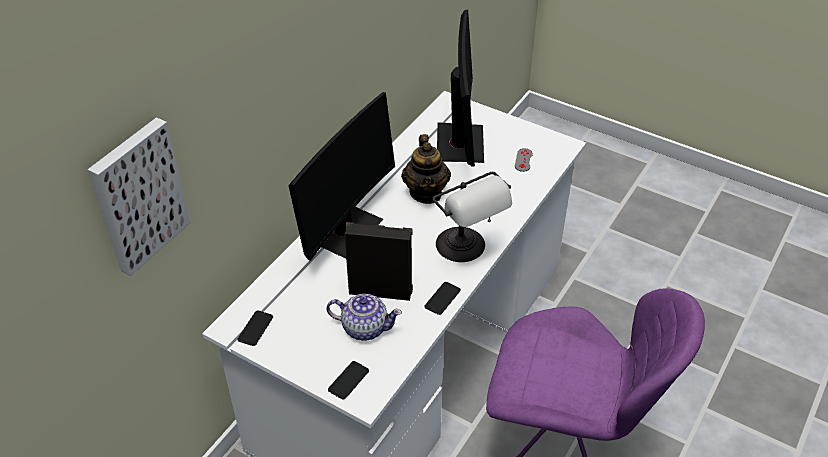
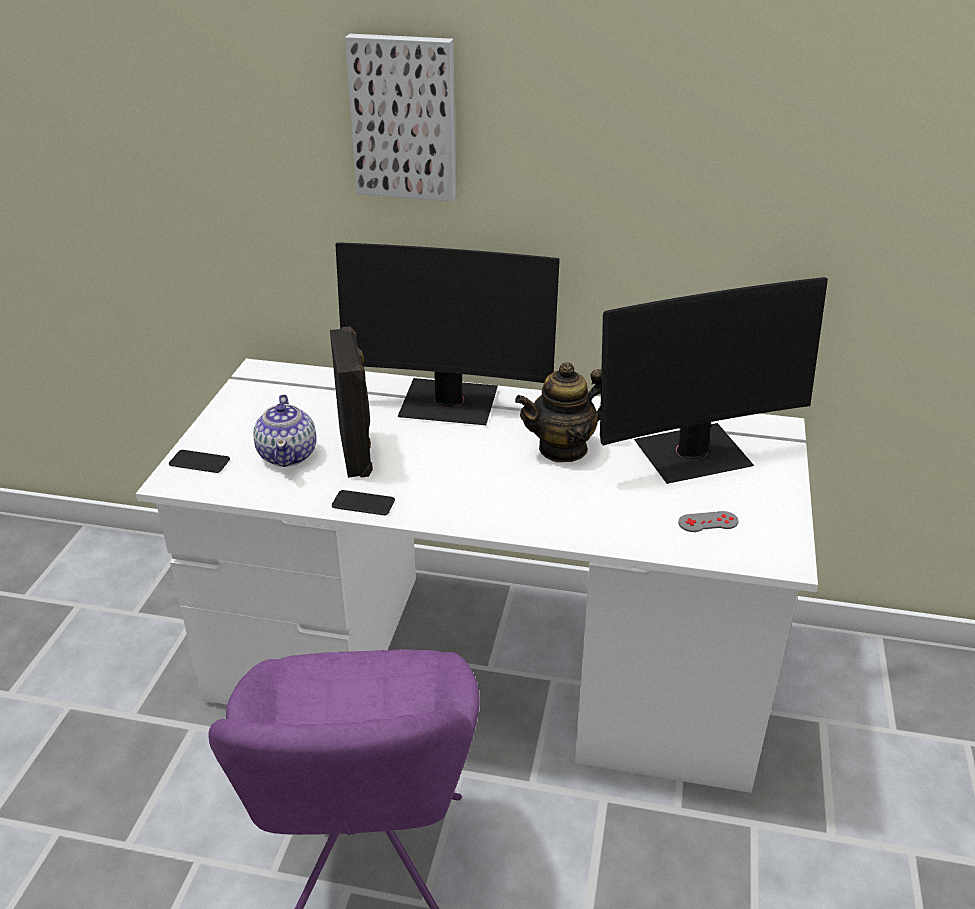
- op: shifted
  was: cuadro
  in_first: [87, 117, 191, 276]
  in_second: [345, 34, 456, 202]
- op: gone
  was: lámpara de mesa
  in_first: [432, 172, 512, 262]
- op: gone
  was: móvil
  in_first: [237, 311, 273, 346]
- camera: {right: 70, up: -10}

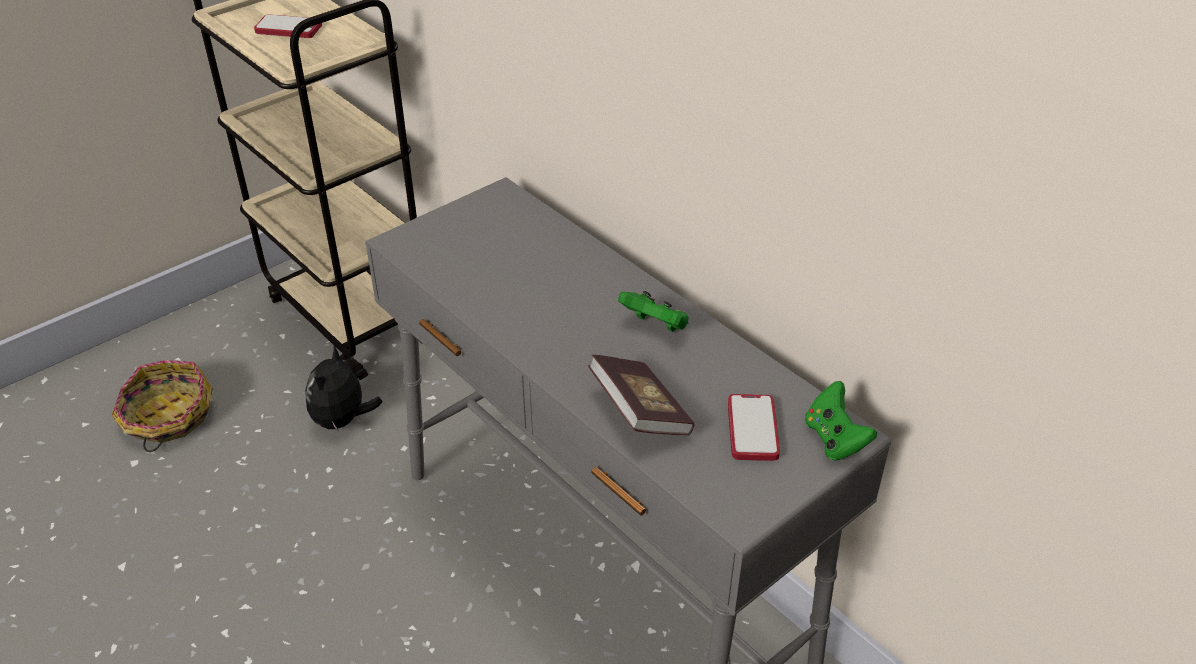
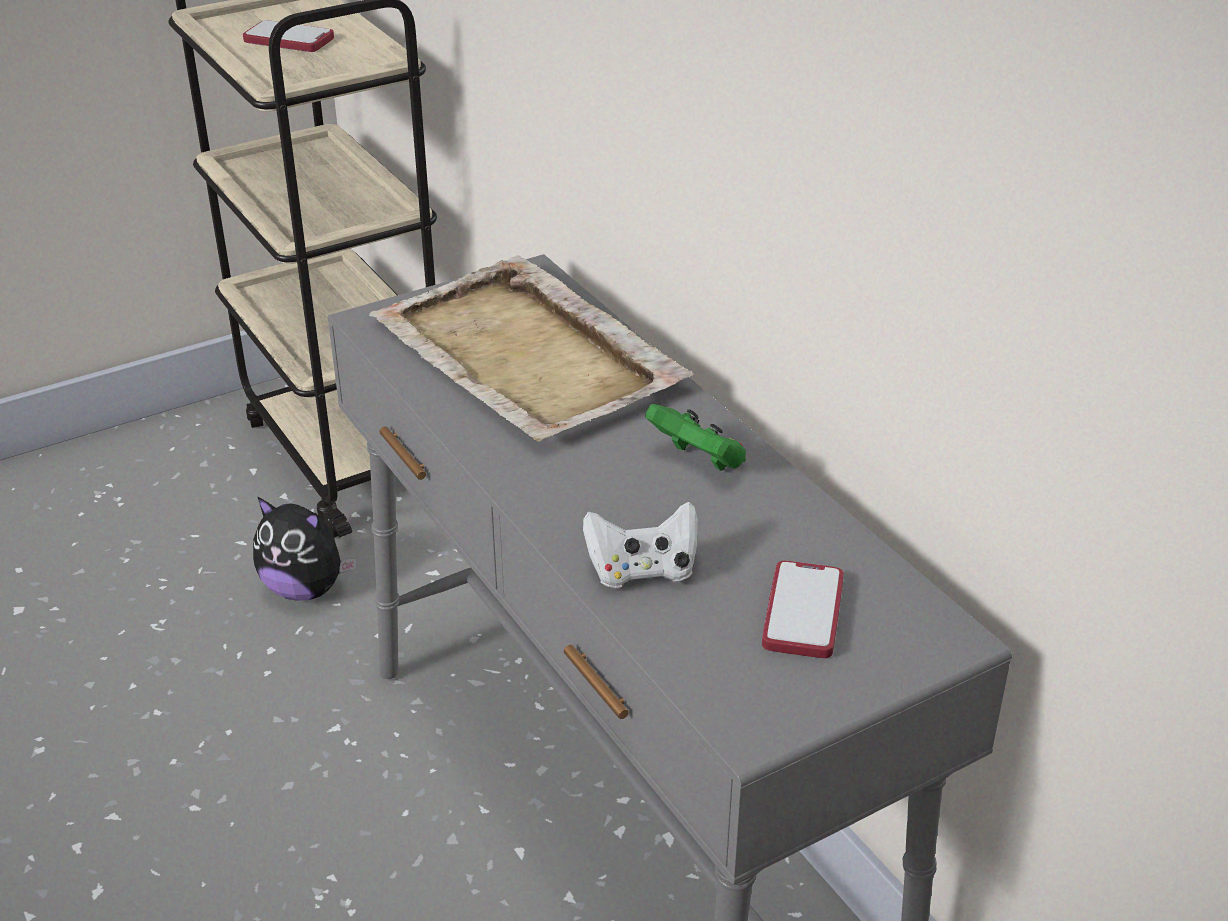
- op: rotated
  was: peluche
  in_first: [305, 345, 383, 434]
  in_second: [253, 496, 357, 601]
  clockwise: -90
- op: swapped
  was: libro
  now: mando de consola/blanco
  in_first: [588, 355, 694, 435]
  in_second: [583, 502, 698, 588]
- op: gone
  was: cesta
  in_first: [111, 360, 213, 452]
- op: gone
  was: mando de consola/verde
  in_first: [805, 381, 877, 461]
- op: new
  now: bandeja/beis
  in_second: [369, 255, 694, 442]
- camera: {right: 10, up: -5}

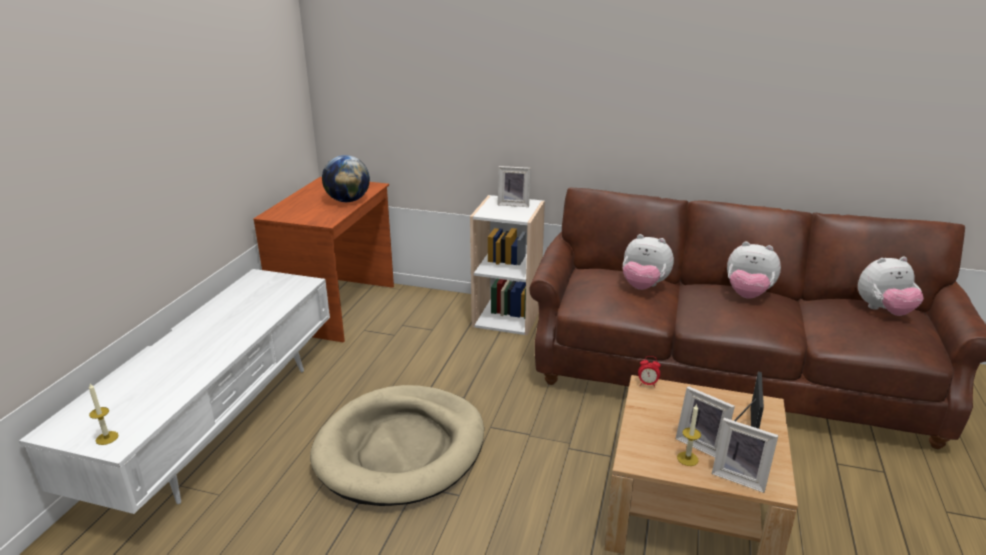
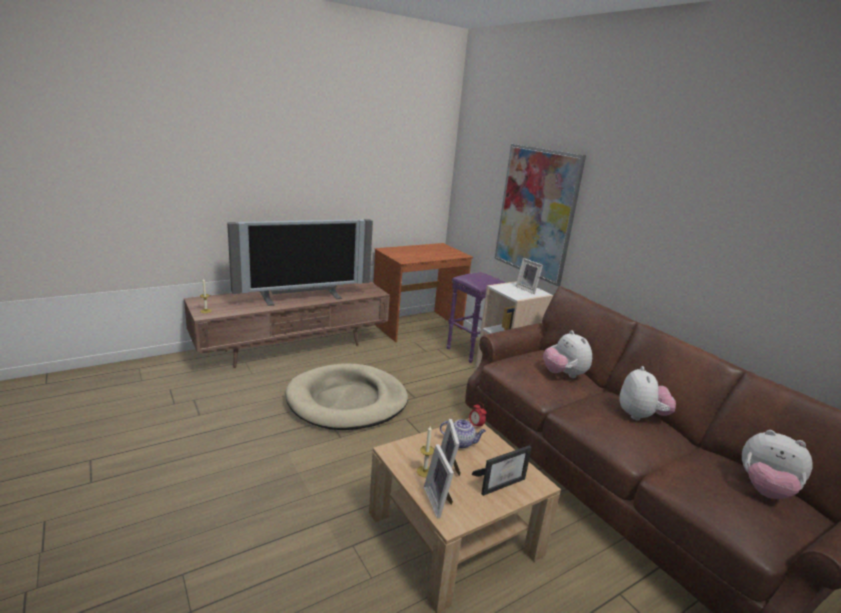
- op: gone
  was: globo terráqueo
  in_first: [322, 155, 370, 202]
- op: rotated
  was: peluche
  in_first: [727, 242, 781, 299]
  in_second: [619, 366, 676, 420]
  clockwise: -150
- op: repainted
  was: mueble de televisión/blanco
  now: mueble de televisión/marrón
  in_first: [19, 269, 330, 514]
  in_second: [184, 281, 390, 368]
- op: new
  now: cuadro
  in_second: [495, 144, 586, 286]
- op: new
  now: televisor
  in_second: [227, 219, 373, 306]
- op: new
  now: taburete/morado
  in_second: [447, 273, 506, 363]
- op: new
  now: tetera
  in_second: [440, 419, 486, 449]
- camera: {right: 40, up: -5}

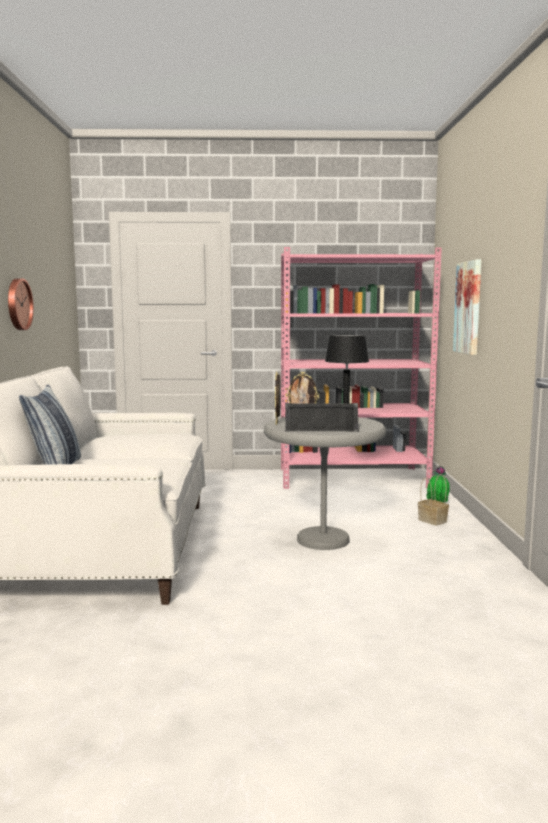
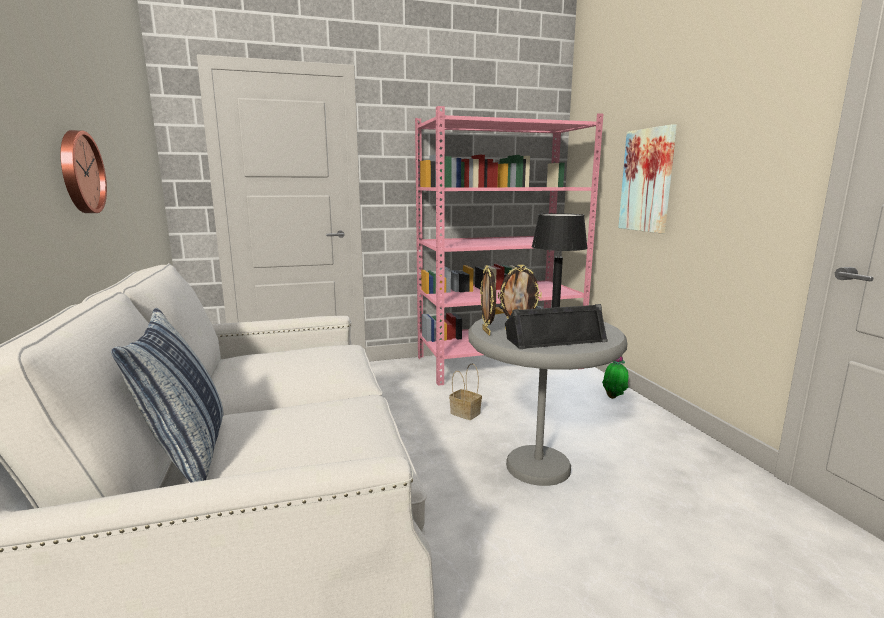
- op: shifted
  was: cesta
  in_first: [418, 474, 449, 526]
  in_second: [449, 363, 482, 420]
- camera: {right: -15, up: 5}

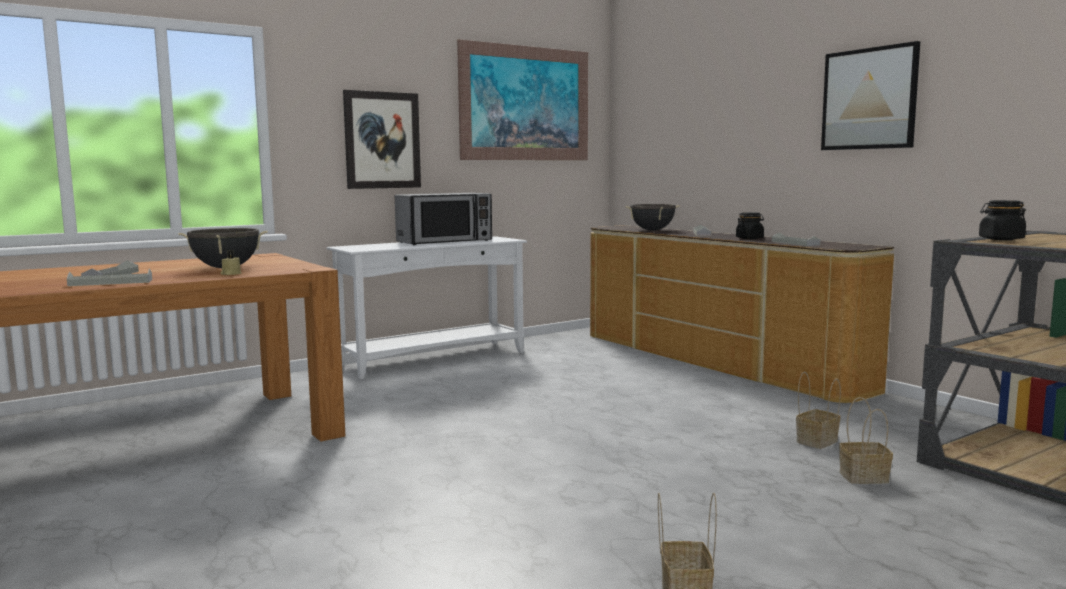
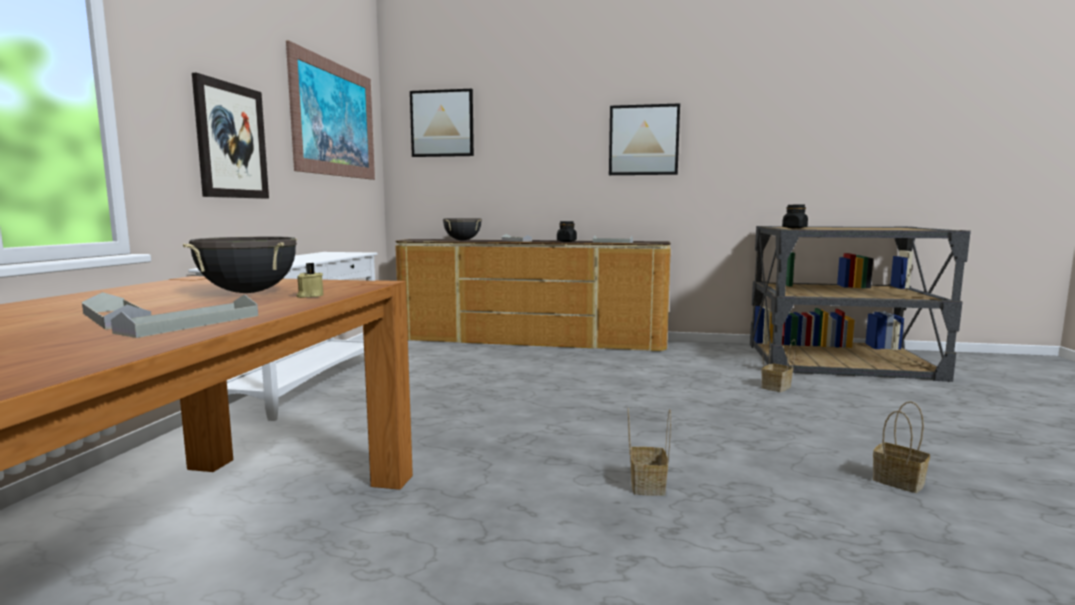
- op: gone
  was: microondas
  in_first: [395, 193, 492, 245]
- op: shifted
  was: cesta
  in_first: [796, 372, 841, 449]
  in_second: [628, 408, 671, 496]
- op: new
  now: cuadro
  in_second: [410, 89, 474, 157]
- camera: {right: -45, up: 0}

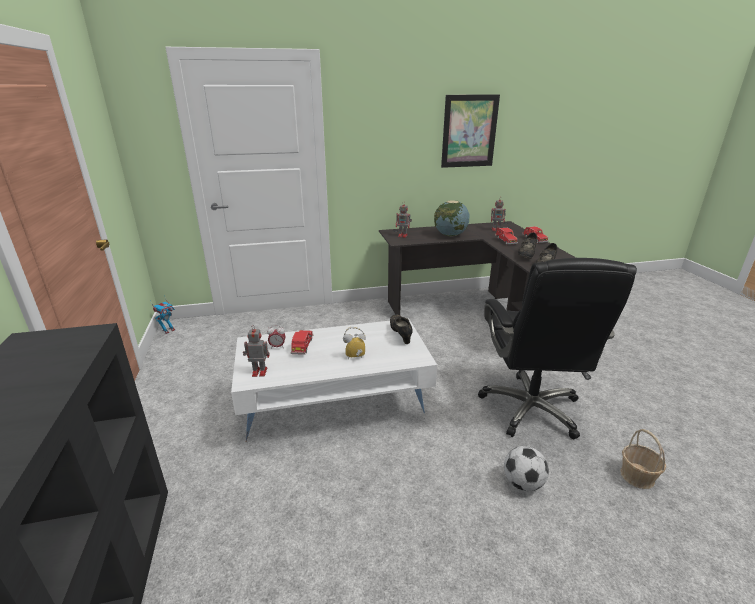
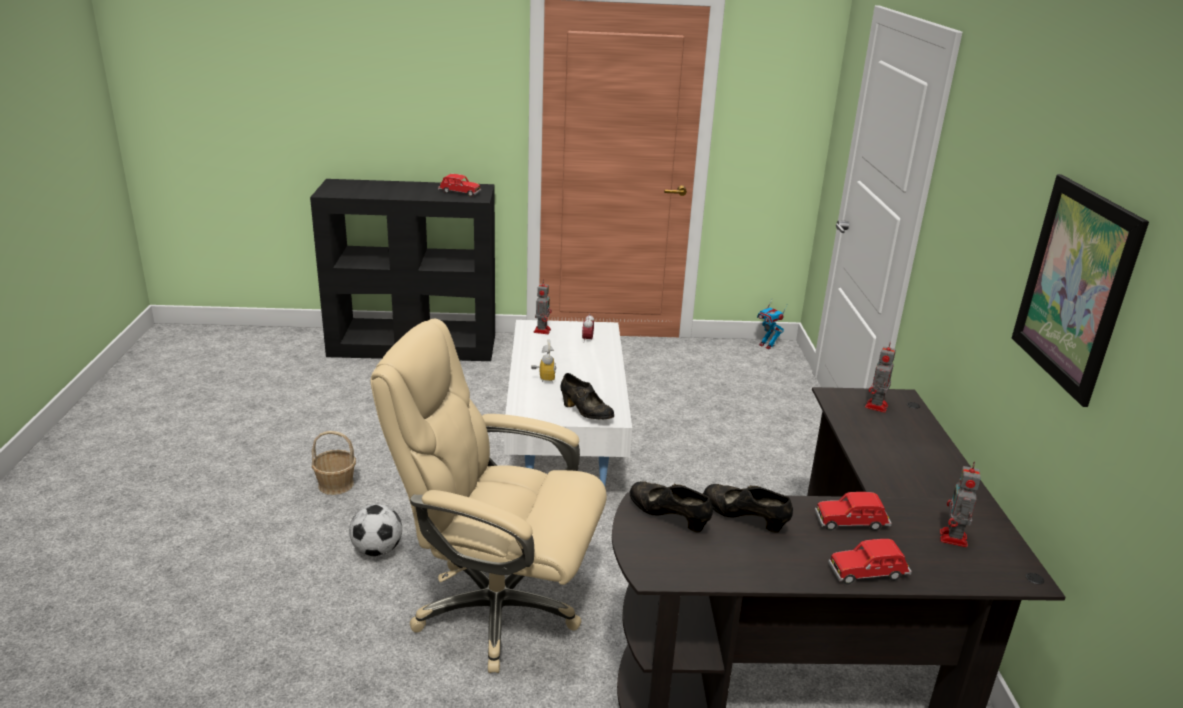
- op: gone
  was: globo terráqueo
  in_first: [434, 200, 470, 237]
- op: repainted
  was: silla de oficina/negro
  now: silla de oficina/beis
  in_first: [478, 258, 637, 439]
  in_second: [371, 319, 607, 673]
- op: rotated
  was: zapato/negro
  in_first: [390, 314, 413, 344]
  in_second: [560, 373, 614, 419]
  clockwise: 45
- op: shifted
  was: coche de juguete/rojo
  in_first: [291, 330, 314, 355]
  in_second: [438, 174, 481, 197]
- op: shifted
  was: cesta
  in_first: [620, 429, 666, 489]
  in_second: [312, 431, 356, 495]
- camera: {right: 100, up: 0}

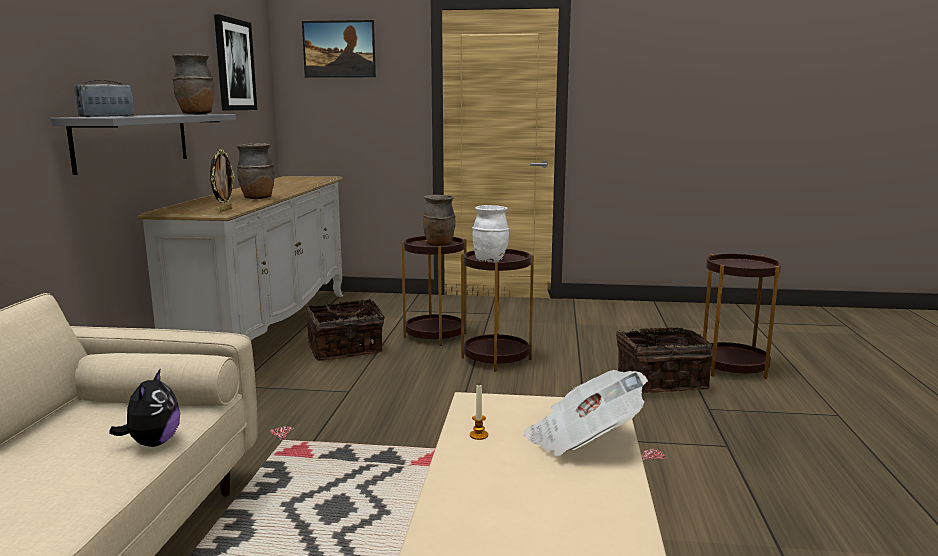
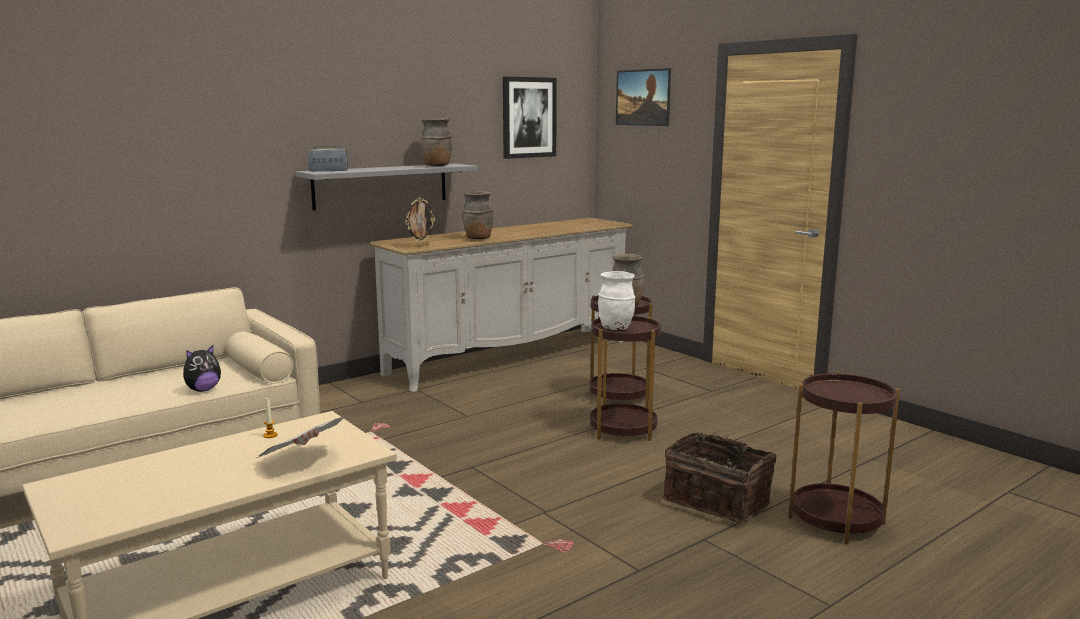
- op: gone
  was: cesta
  in_first: [306, 299, 385, 361]
- camera: {right: 45, up: 0}

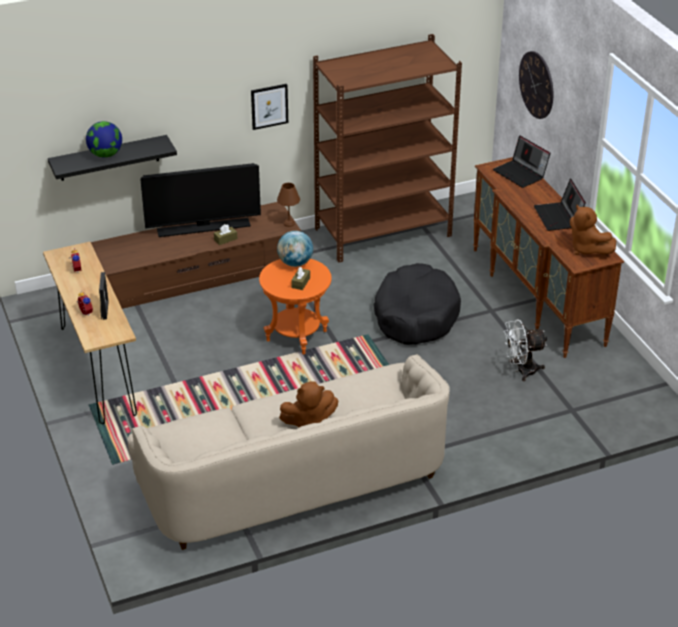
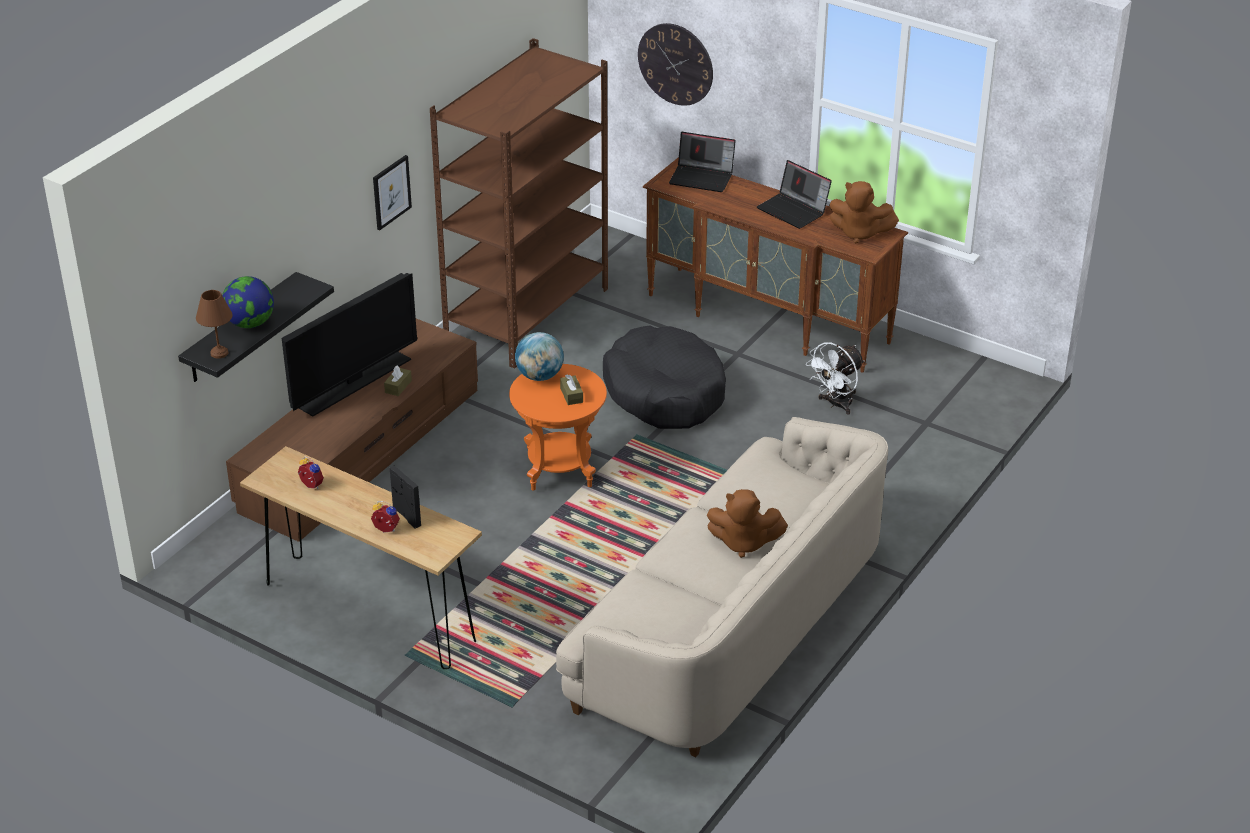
- op: shifted
  was: lámpara de mesa/marrón
  in_first: [277, 183, 300, 227]
  in_second: [196, 290, 233, 358]
- op: rotated
  was: peluche/marrón
  in_first: [279, 382, 338, 427]
  in_second: [707, 489, 788, 558]
  clockwise: 60
- camera: {right: -35, up: 0}

